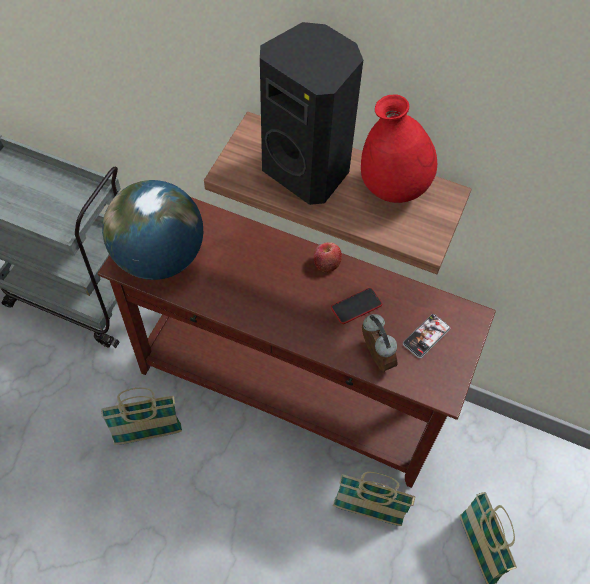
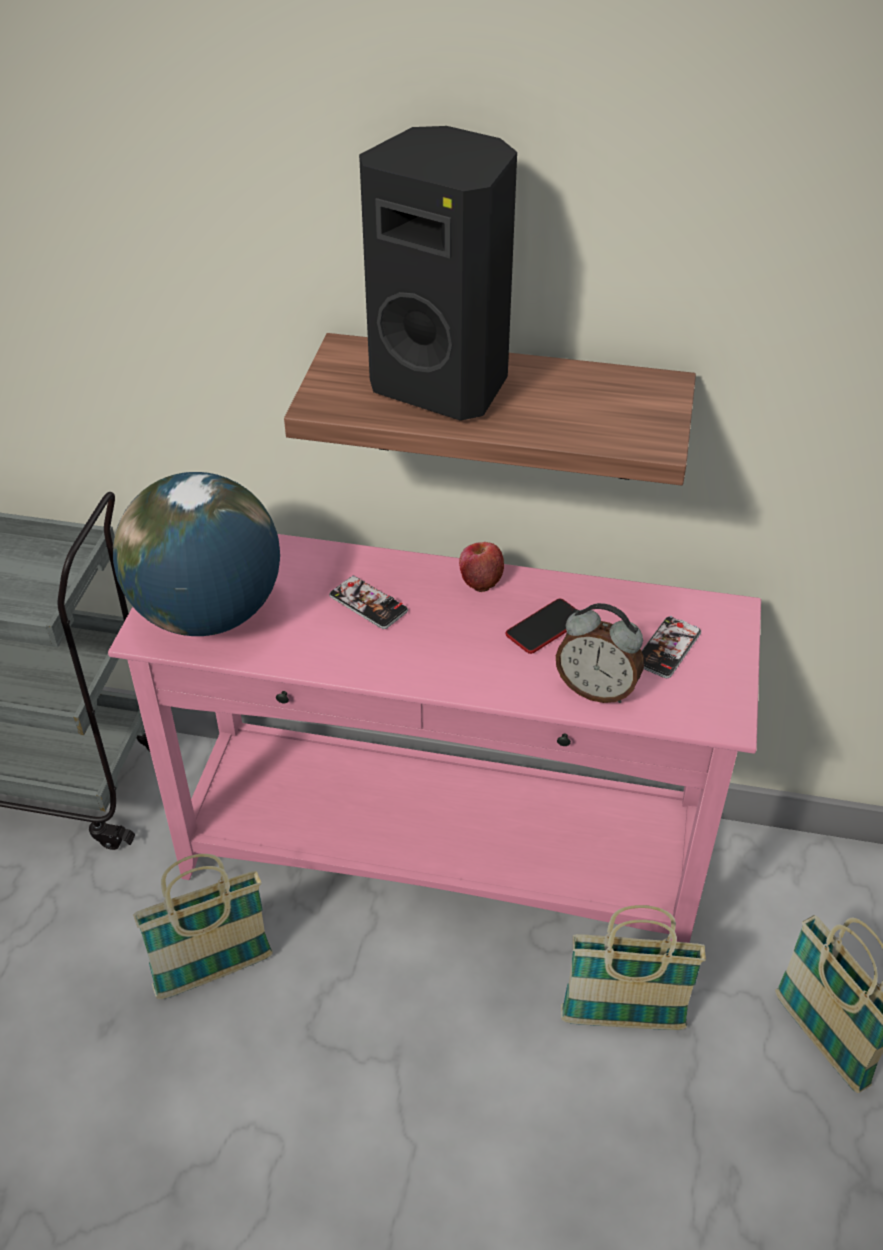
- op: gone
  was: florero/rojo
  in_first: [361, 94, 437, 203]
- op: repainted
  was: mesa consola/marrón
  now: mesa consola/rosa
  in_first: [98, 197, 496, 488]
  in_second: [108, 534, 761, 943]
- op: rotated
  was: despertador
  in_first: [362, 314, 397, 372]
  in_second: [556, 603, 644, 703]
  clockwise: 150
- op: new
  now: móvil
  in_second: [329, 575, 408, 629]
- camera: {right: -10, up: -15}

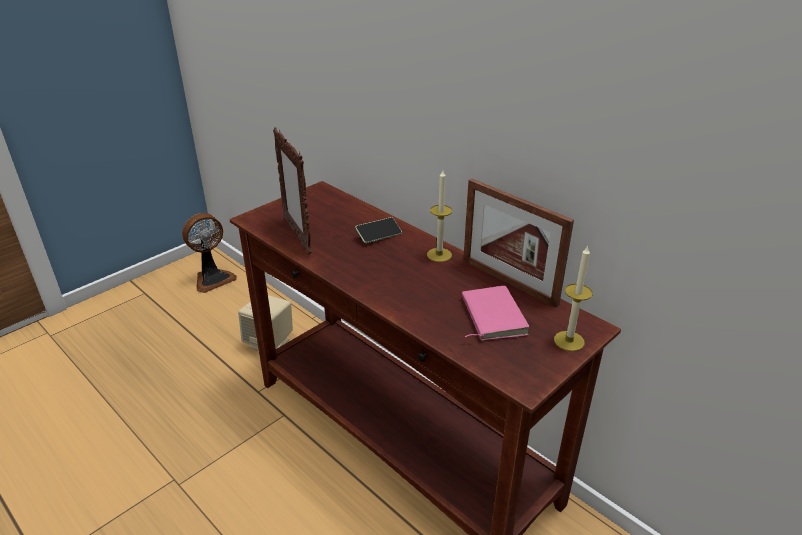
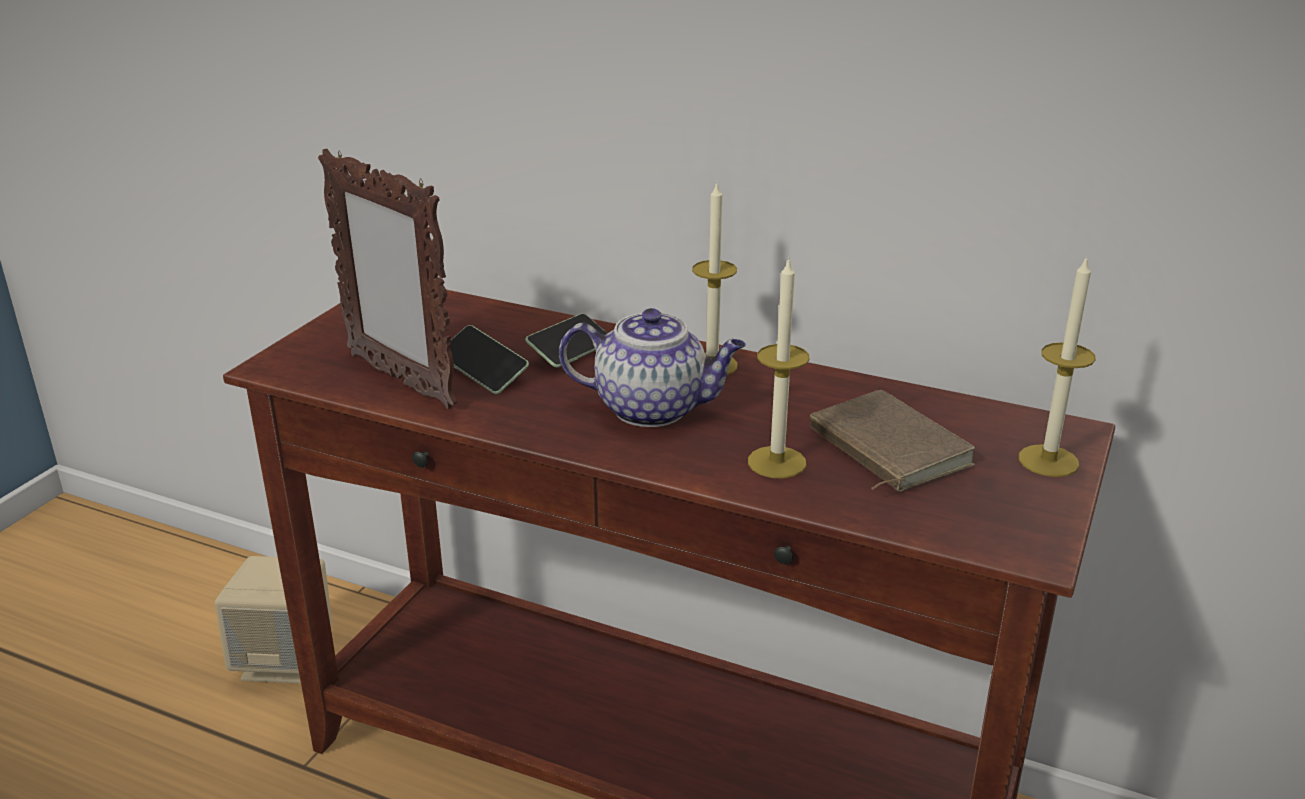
- op: gone
  was: portarretratos
  in_first: [463, 179, 574, 308]
- op: gone
  was: ventilador
  in_first: [182, 213, 237, 293]
- op: repainted
  was: libro/rosa
  now: libro/marrón
  in_first: [462, 286, 529, 341]
  in_second: [810, 390, 975, 492]
- op: new
  now: vela
  in_second: [748, 259, 809, 479]
- op: new
  now: tetera
  in_second: [559, 308, 746, 427]
- op: new
  now: móvil
  in_second: [450, 325, 529, 394]
- camera: {right: -20, up: -5}

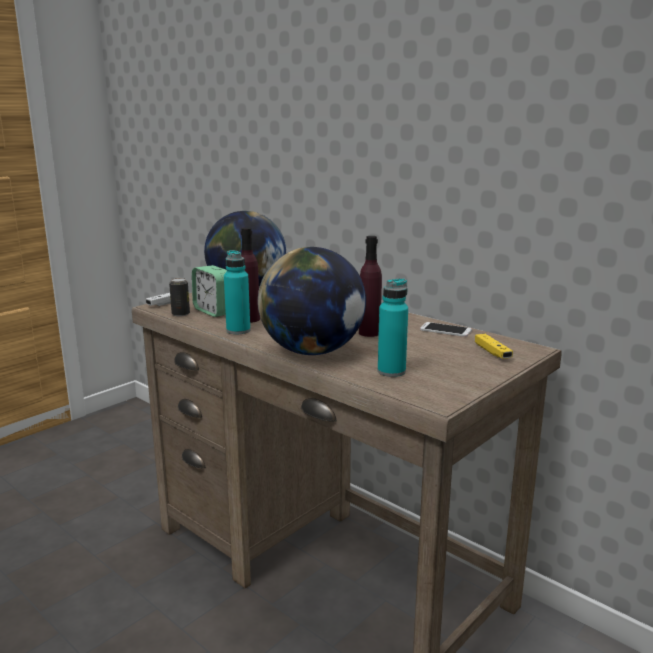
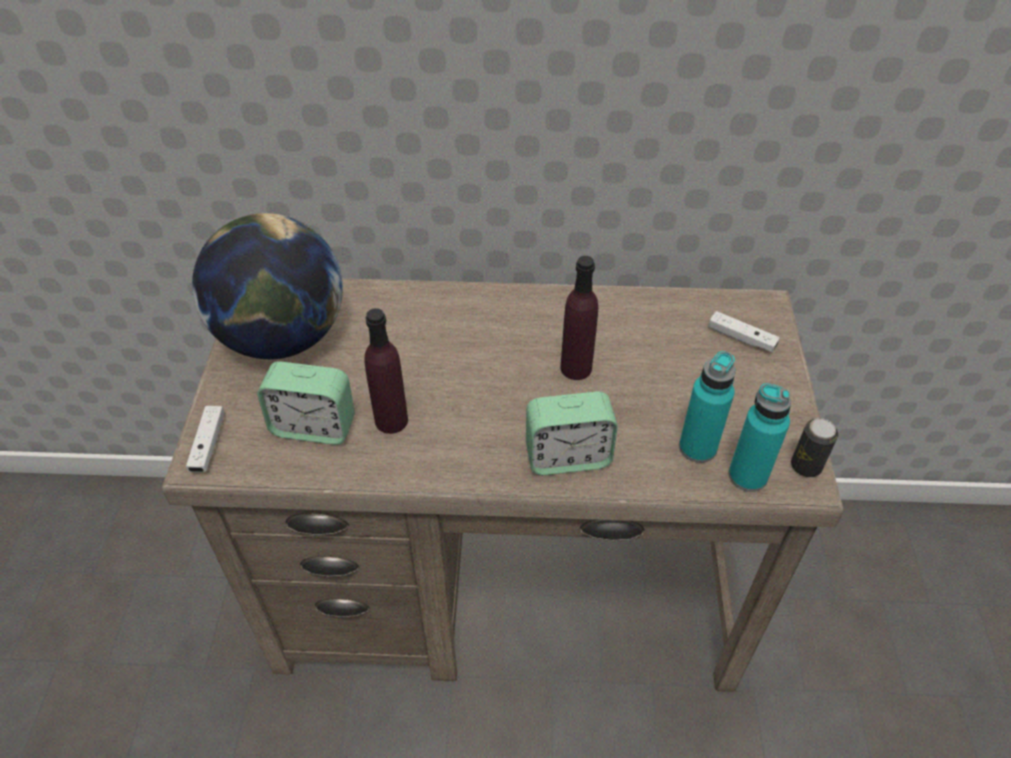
- op: swapped
  was: globo terráqueo
  now: despertador
  in_first: [258, 247, 366, 355]
  in_second: [526, 391, 618, 475]
- op: shifted
  was: botella/turquesa
  in_first: [224, 250, 250, 334]
  in_second: [729, 383, 791, 492]
- op: shifted
  was: lata
  in_first: [169, 278, 190, 317]
  in_second: [791, 418, 838, 477]
- op: gone
  was: móvil
  in_first: [420, 322, 472, 337]
- op: repainted
  was: mando de consola/amarillo
  now: mando de consola/blanco
  in_first: [475, 334, 513, 359]
  in_second: [709, 311, 780, 352]
- camera: {right: -40, up: 30}

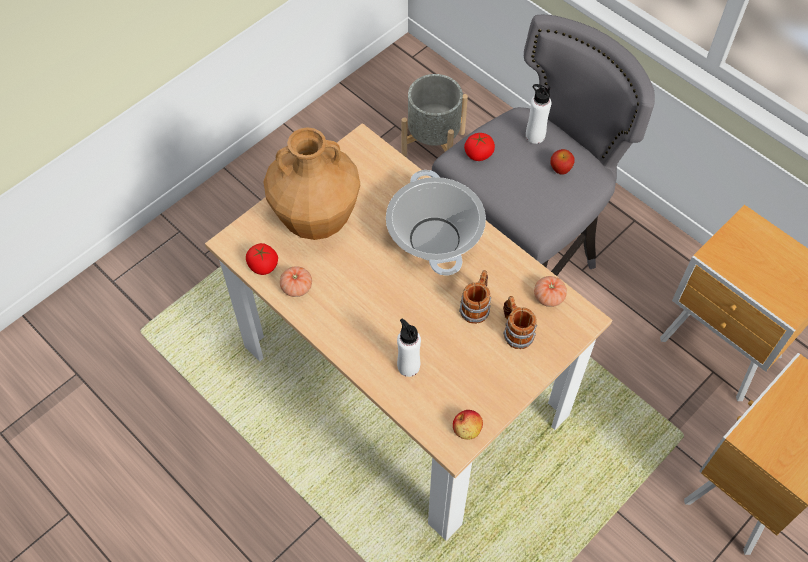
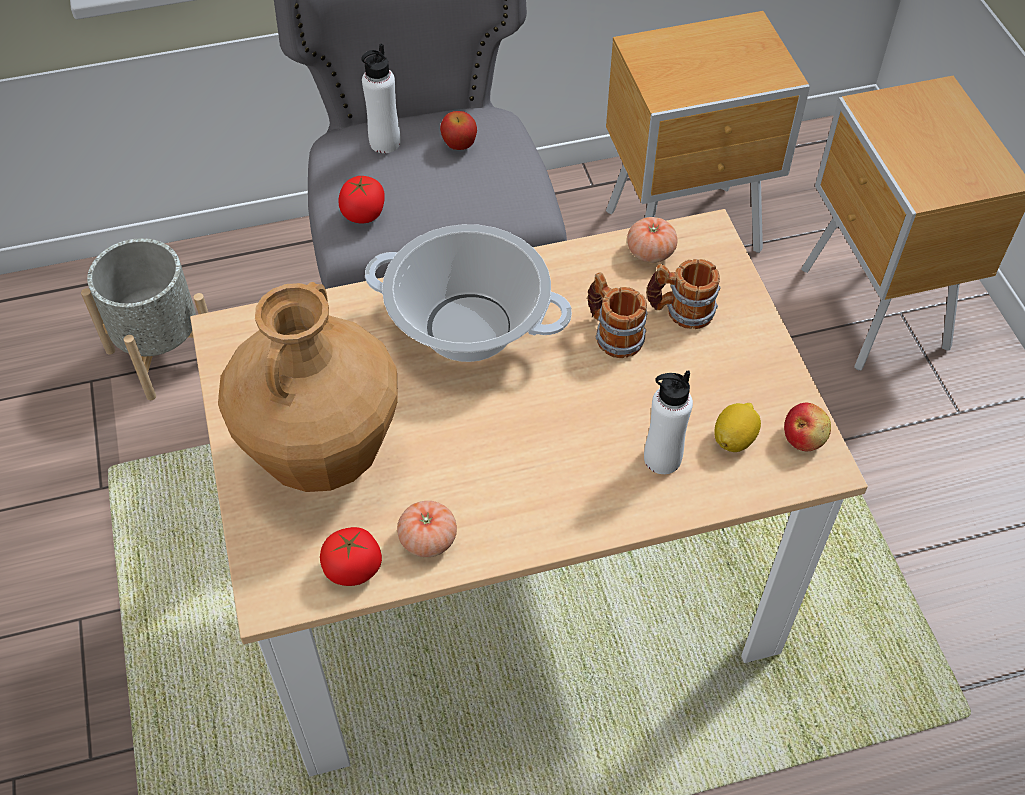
- op: new
  now: limón
  in_second: [714, 403, 761, 452]
- camera: {right: -60, up: -5}

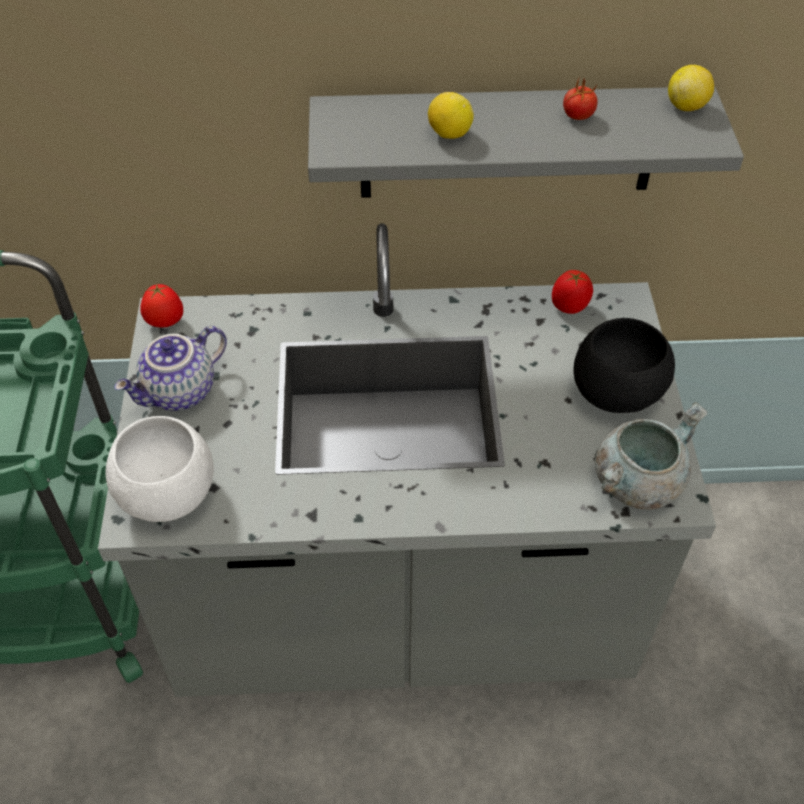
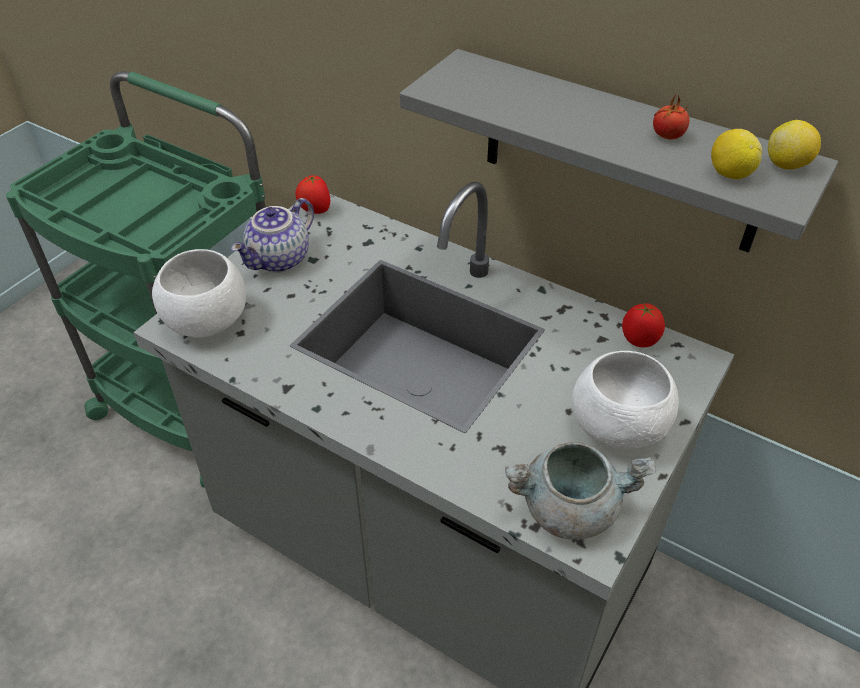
- op: shifted
  was: limón
  in_first: [428, 92, 474, 139]
  in_second: [711, 129, 762, 179]
- op: repainted
  was: cuenco/negro
  now: cuenco/blanco
  in_first: [574, 318, 675, 413]
  in_second: [572, 351, 679, 449]
- op: rotated
  was: tetera
  in_first: [114, 326, 227, 411]
  in_second: [231, 198, 314, 273]
  clockwise: -45
- camera: {right: 35, up: -5}

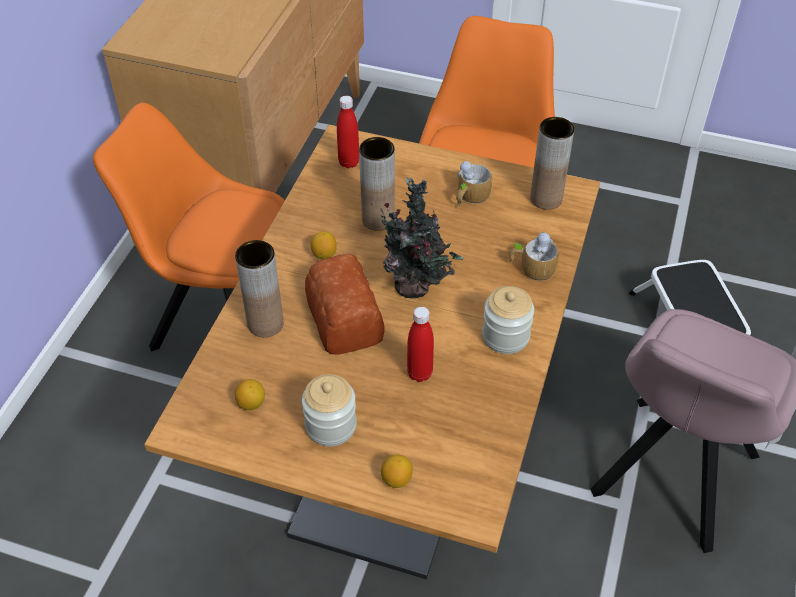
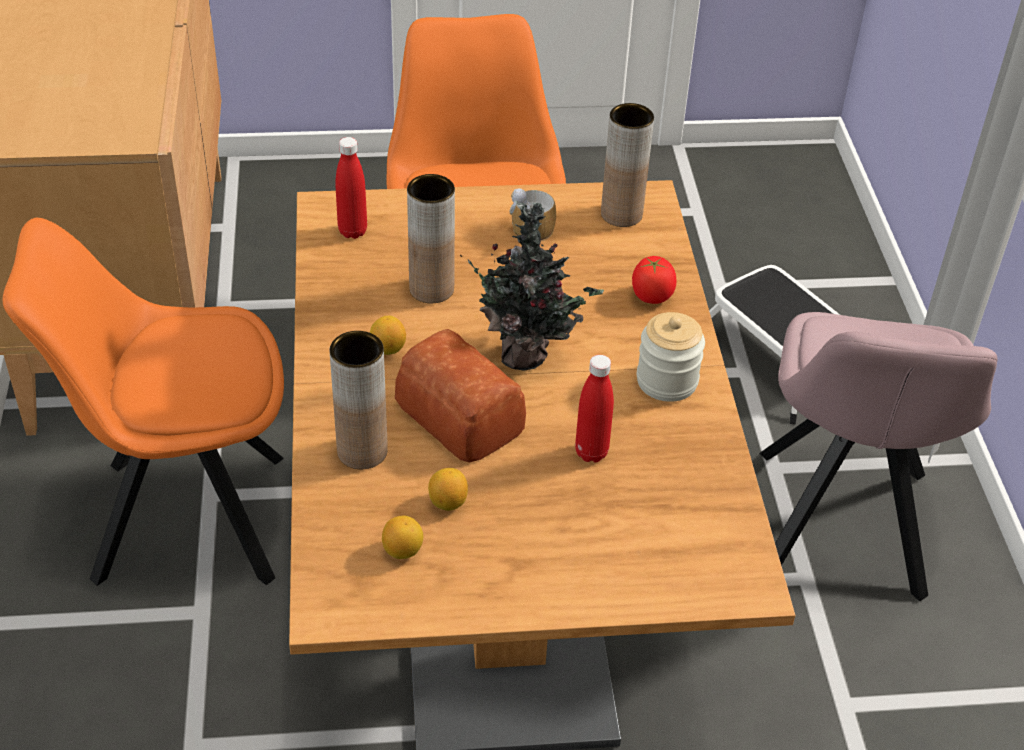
- op: swapped
  was: taza grande
  now: tomate
  in_first: [509, 232, 558, 282]
  in_second: [632, 256, 676, 304]
- op: gone
  was: tarro
  in_first: [302, 374, 357, 447]
- op: shifted
  was: limón
  in_first: [381, 454, 413, 488]
  in_second: [428, 468, 468, 511]
- camera: {right: -25, up: -5}

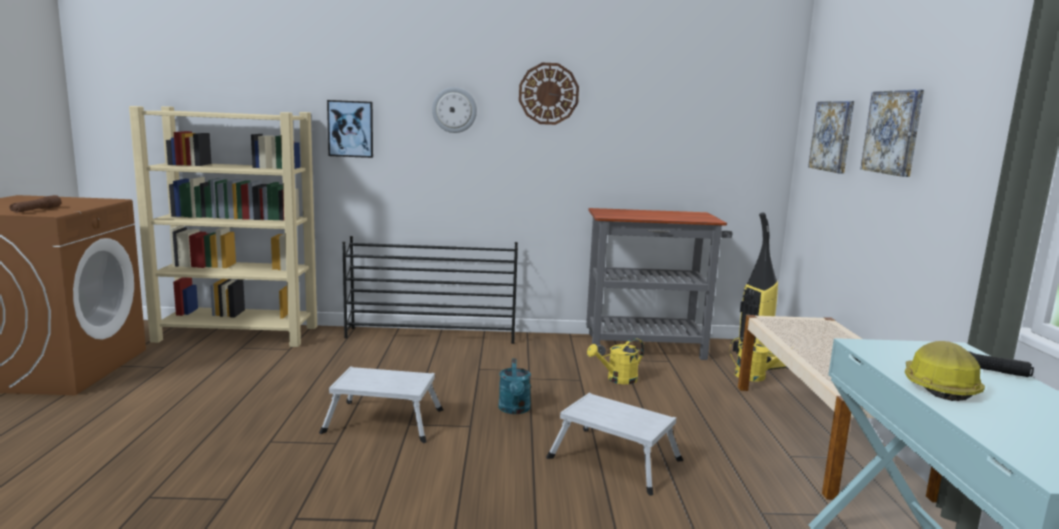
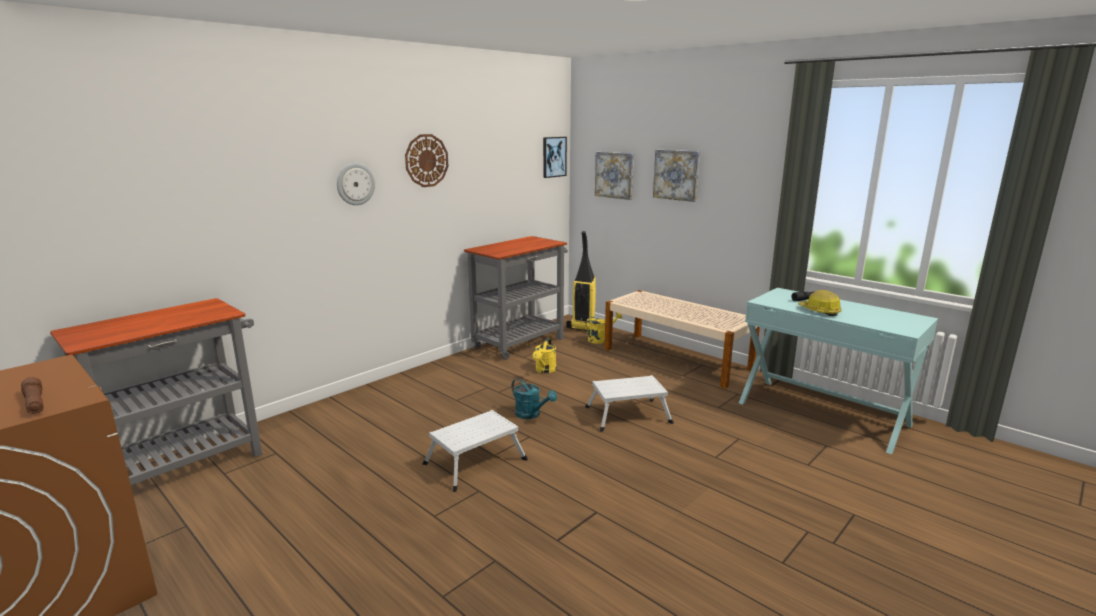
- op: shifted
  was: cuadro
  in_first: [327, 100, 373, 158]
  in_second: [543, 137, 567, 178]
- op: swapped
  was: estantería/beis
  now: carrito/gris
  in_first: [129, 106, 317, 347]
  in_second: [50, 298, 262, 496]
- op: gone
  was: zapatero/negro
  in_first: [342, 236, 518, 344]
- camera: {right: -45, up: 5}

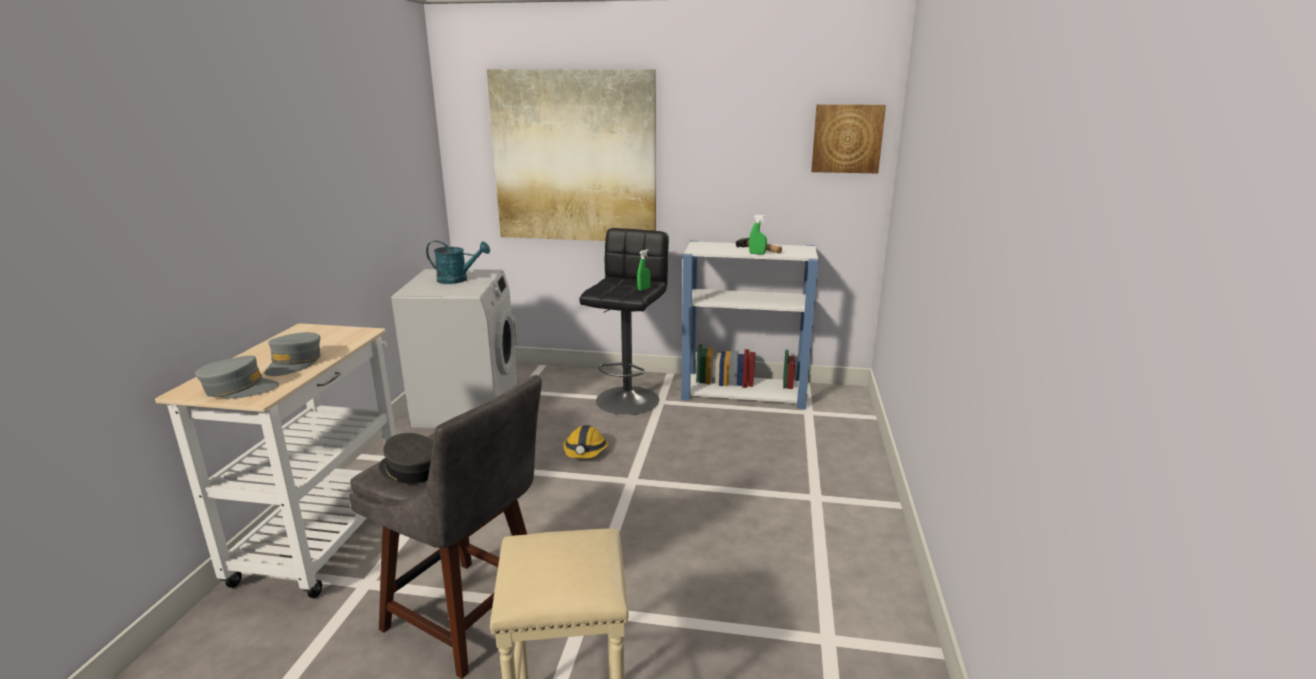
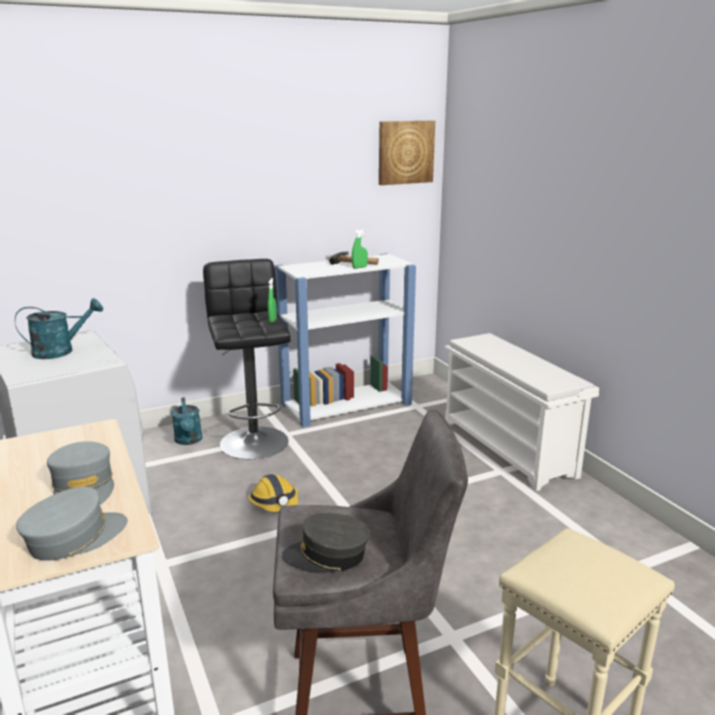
- op: gone
  was: cuadro
  in_first: [487, 69, 656, 241]
- op: new
  now: zapatero/blanco
  in_second: [445, 333, 599, 491]
- op: new
  now: regadera/turquesa
  in_second: [171, 397, 203, 445]
- camera: {right: -35, up: 0}

